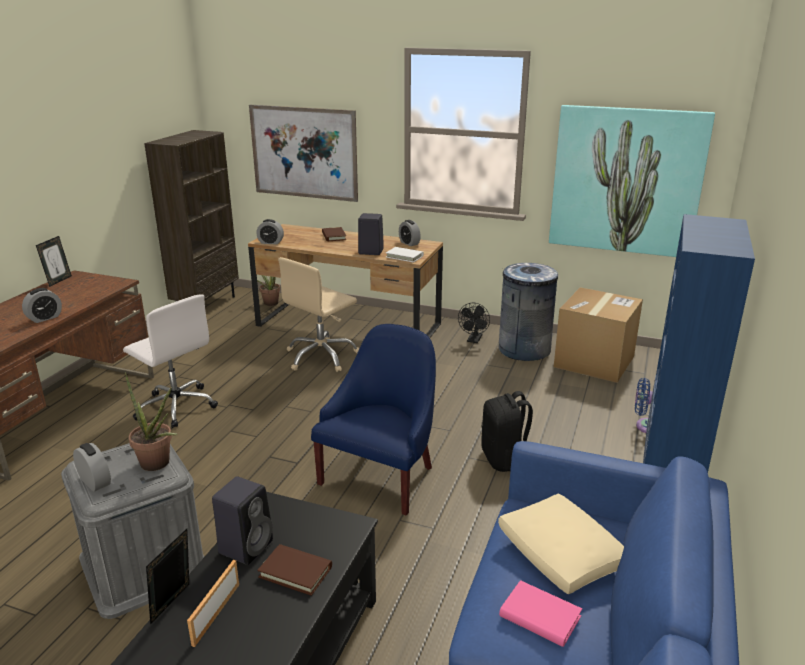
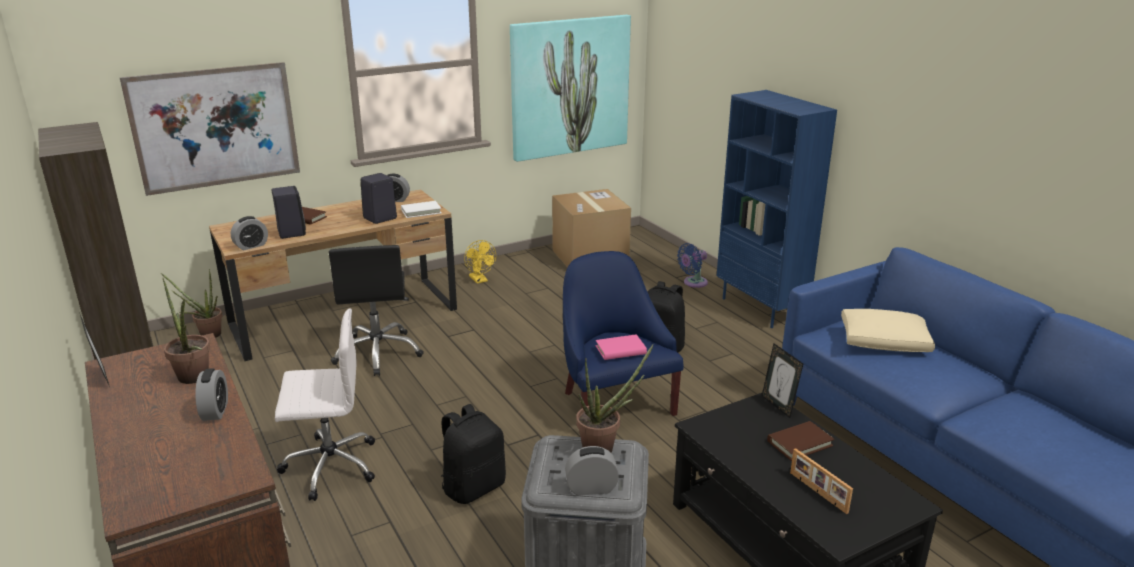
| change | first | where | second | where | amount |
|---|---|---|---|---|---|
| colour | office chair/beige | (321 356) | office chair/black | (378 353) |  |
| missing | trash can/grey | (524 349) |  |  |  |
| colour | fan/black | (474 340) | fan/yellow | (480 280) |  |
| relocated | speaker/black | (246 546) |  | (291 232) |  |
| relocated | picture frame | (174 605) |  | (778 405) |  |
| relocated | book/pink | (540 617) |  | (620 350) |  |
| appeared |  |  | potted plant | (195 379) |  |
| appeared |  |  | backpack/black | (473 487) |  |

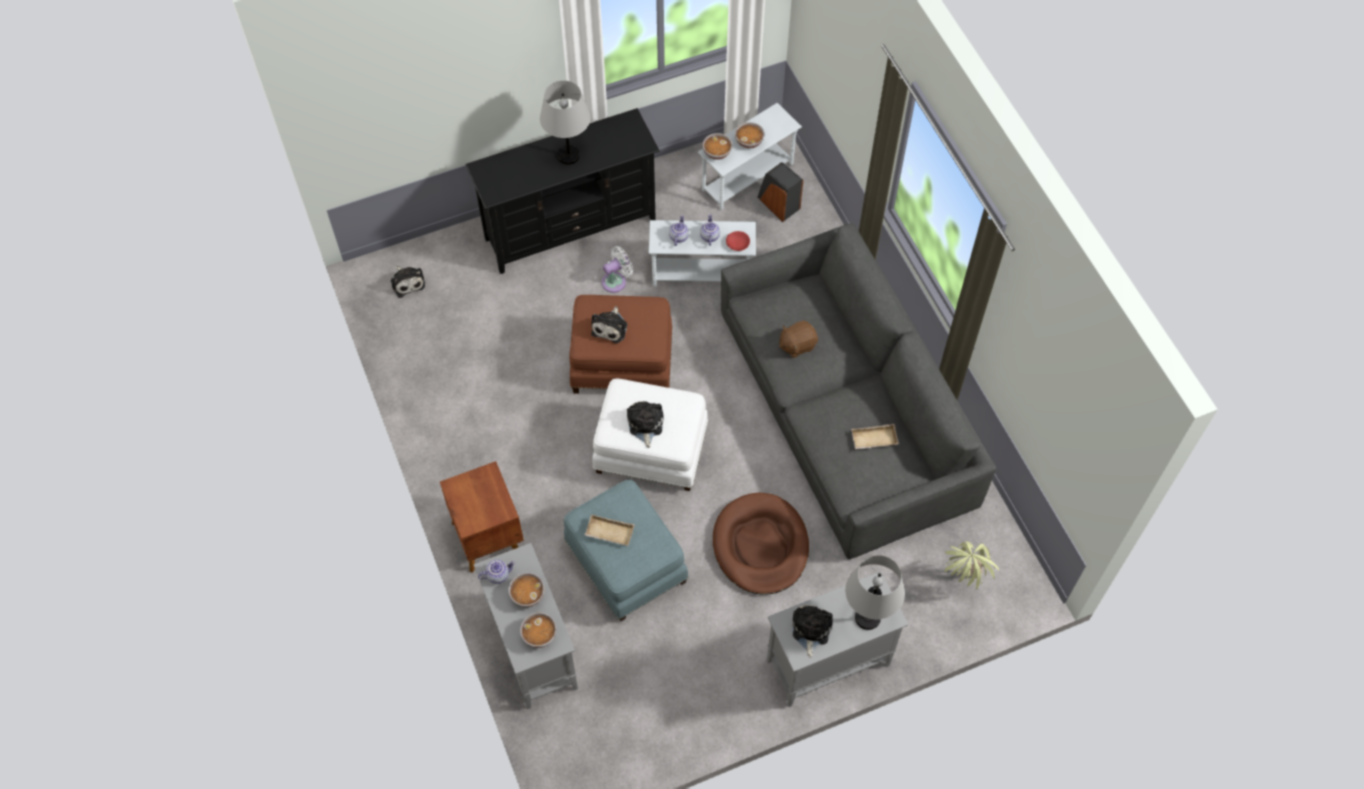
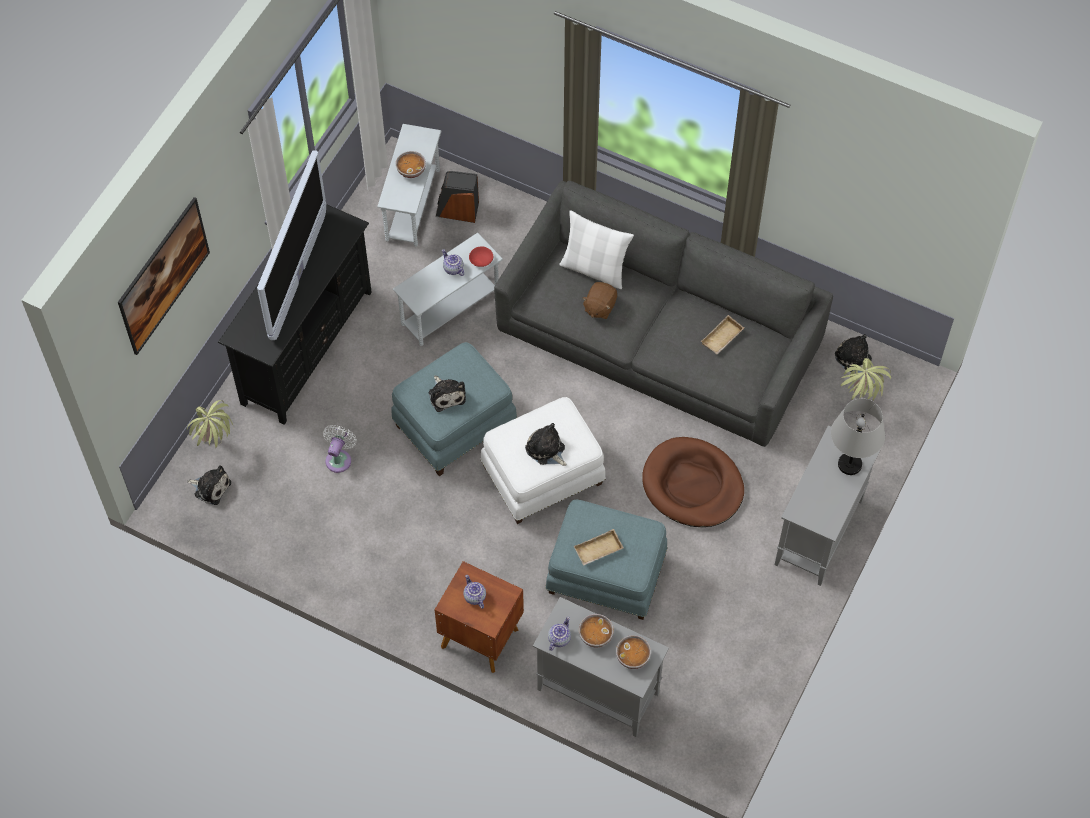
| change | first | where | second | where | amount |
|---|---|---|---|---|---|
| exchanged | table lamp/grey | (568 155) | television | (298 276) |  |
| missing | bowl | (717 152) |  |  |  |
| relocated | teapot | (678 236) |  | (474 597) |  |
| relocated | fan/white | (616 281) |  | (339 458) |  |
| colour | ottoman/brown | (622 362) | ottoman/blue | (454 424) |  |
| relocated | plush toy | (810 630) |  | (854 359) |  |
| appeared |  |  | picture | (167 289) |  |
| appeared |  |  | pillow/white | (594 269) |  |
| appeared |  |  | potted plant | (216 447) |  |

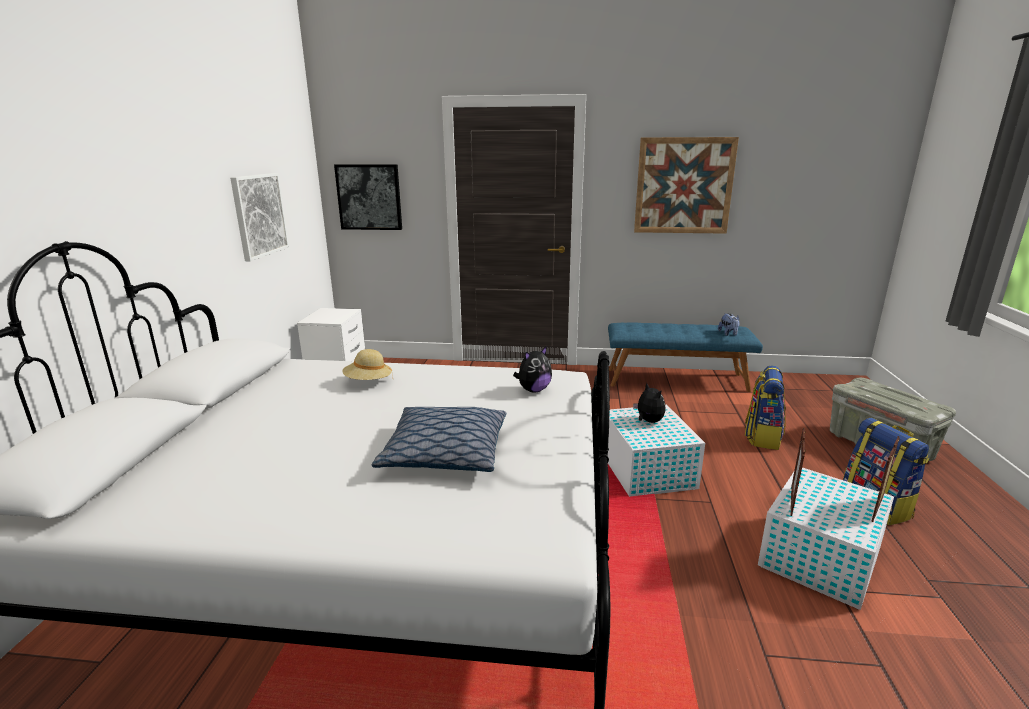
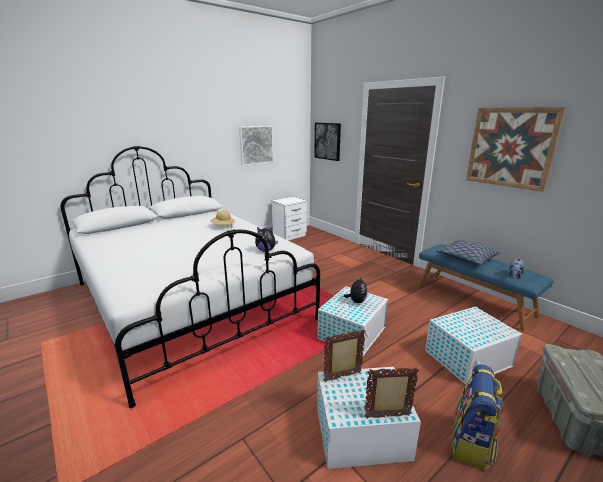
| change | first | where | second | where | amount |
|---|---|---|---|---|---|
| exchanged | backpack | (762 437) | storage box/white | (468 358) |  |
| relocated | pillow | (445 453) |  | (466 258) |  |

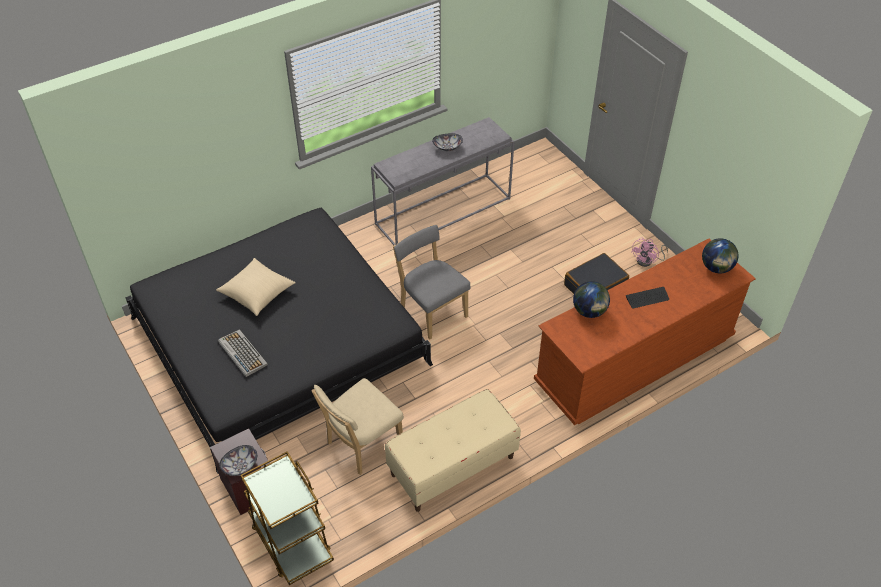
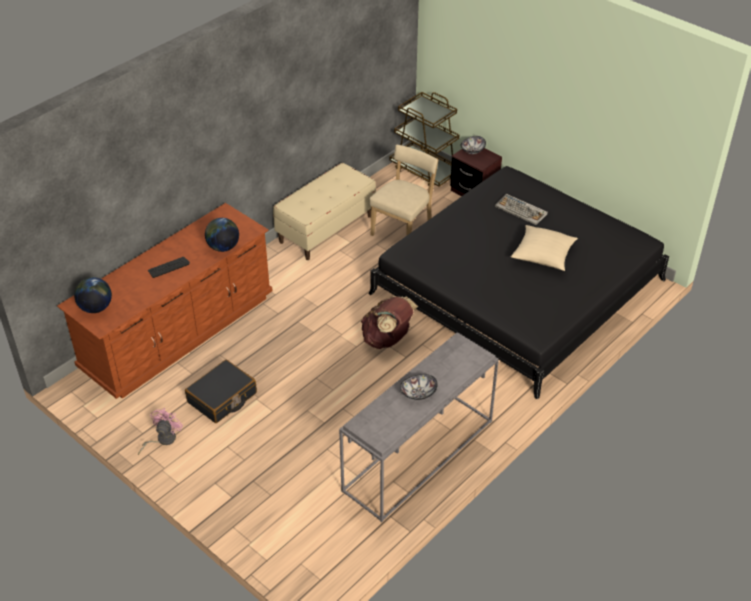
| change | first | where | second | where | amount |
|---|---|---|---|---|---|
| exchanged | chair/grey | (431 311) | backpack/brown | (387 339) |  |

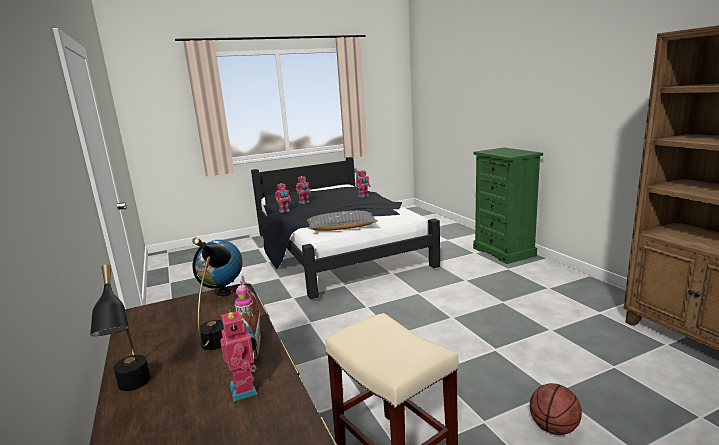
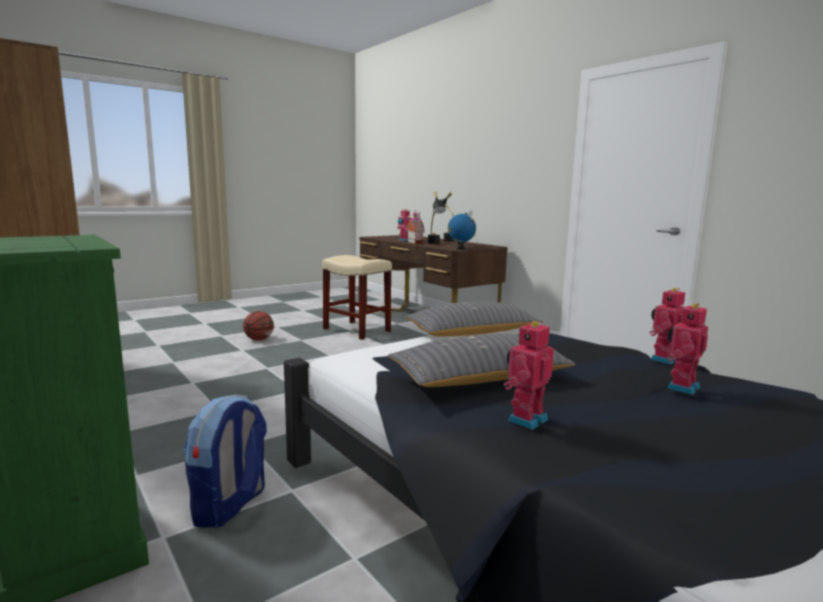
| change | first | where | second | where | amount |
|---|---|---|---|---|---|
| appeared |  |  | pillow/grey | (479 379) |  |
| appeared |  |  | backpack | (230 506) |  |

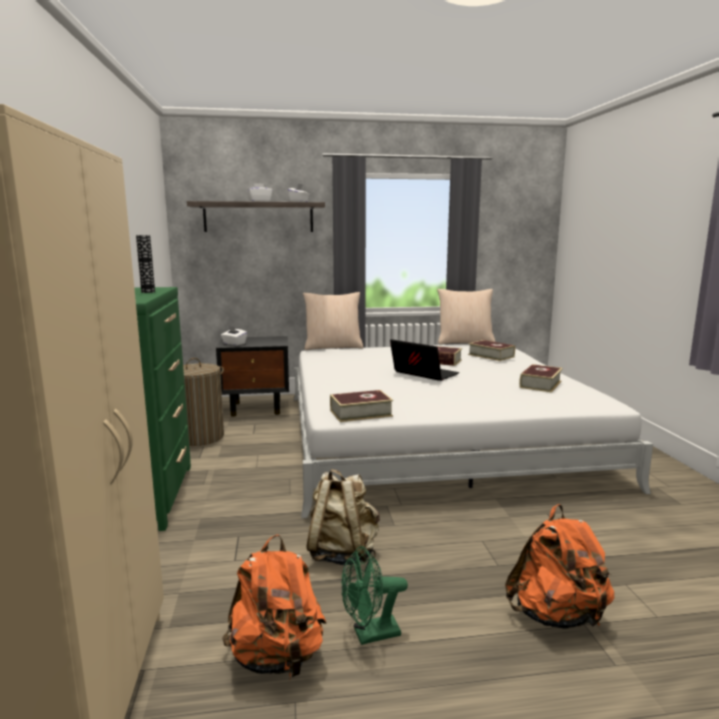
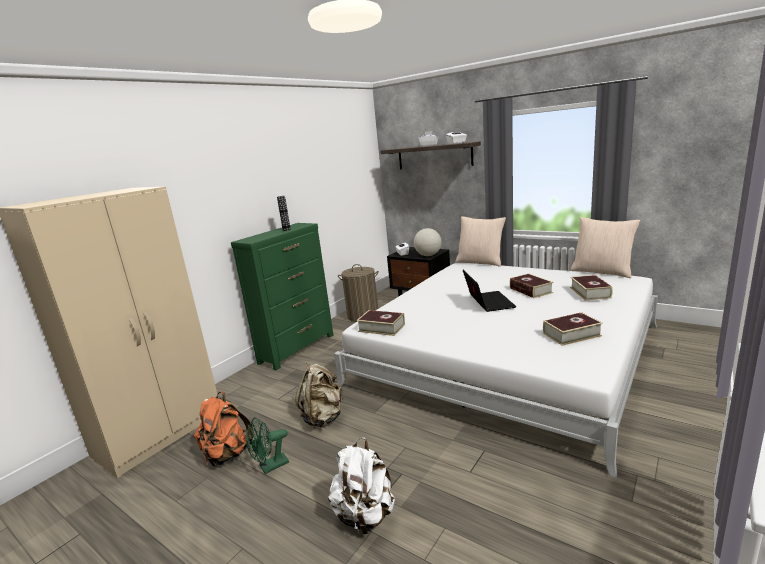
| change | first | where | second | where | amount |
|---|---|---|---|---|---|
| colour | backpack/orange | (556 615) | backpack/white | (365 516) |  |
| spun | fan/green | (370 634) |  | (270 467) | 60 degrees counterclockwise |
| appeared |  |  | globe | (428 255) |  |

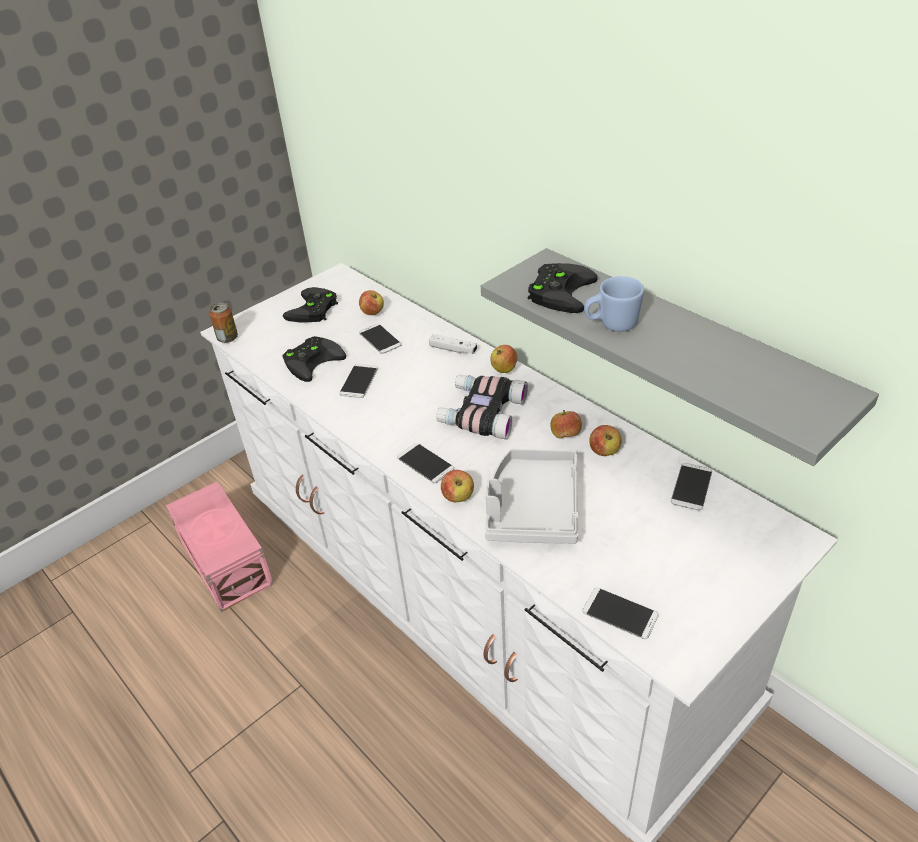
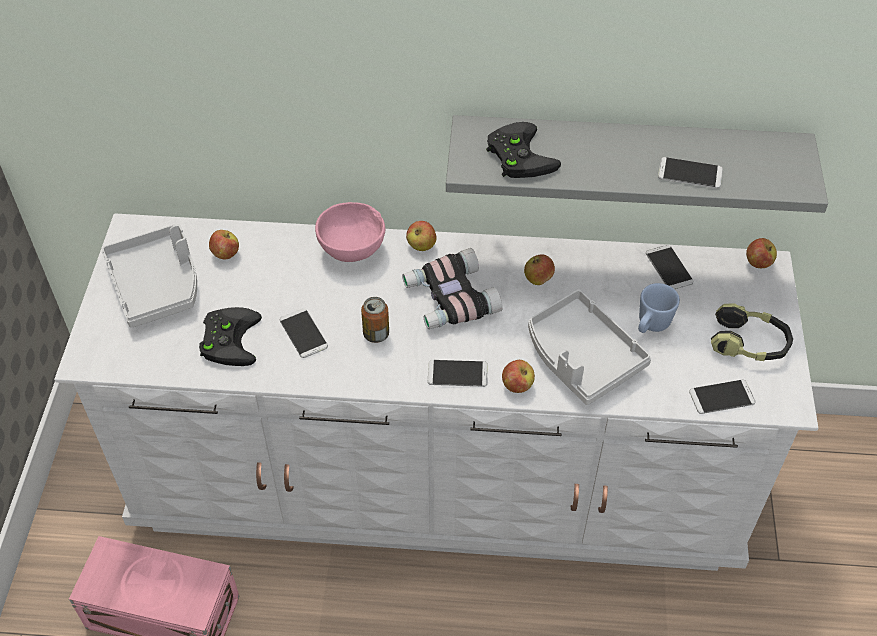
| change | first | where | second | where | amount |
|---|---|---|---|---|---|
| relocated | mug/blue | (611 325) |  | (651 326) |  |
| exchanged | game controller/black | (313 310) | tray/grey | (157 285) |  |
| relocated | can | (227 338) |  | (376 334) |  |
| relocated | phone | (380 339) |  | (690 173) |  |
| exchanged | game controller/white | (453 349) | bowl/pink | (353 250) |  |
| relocated | apple | (604 452) |  | (758 263) |  |
| appeared |  |  | headphones | (748 344) |  |

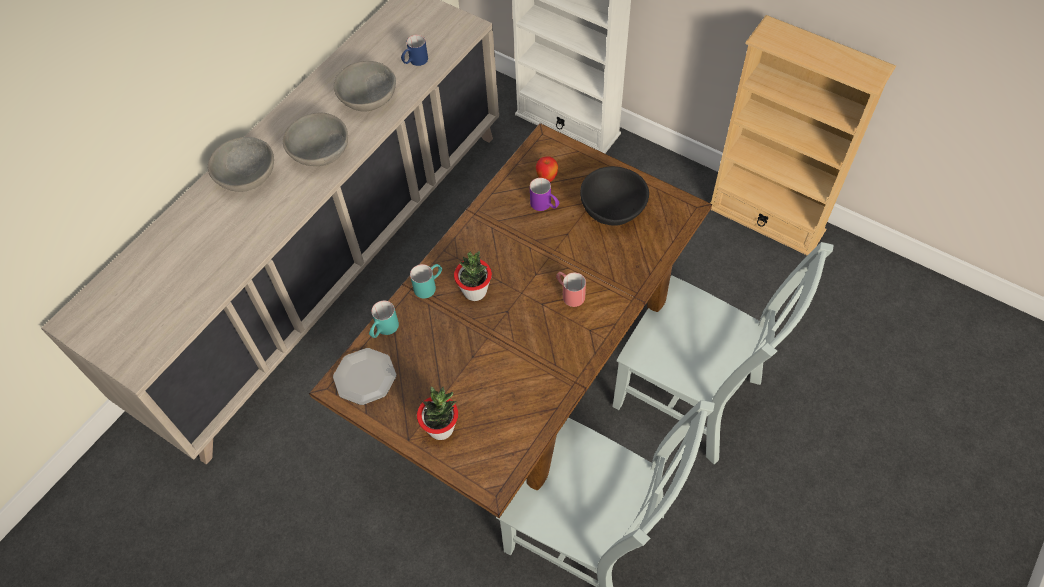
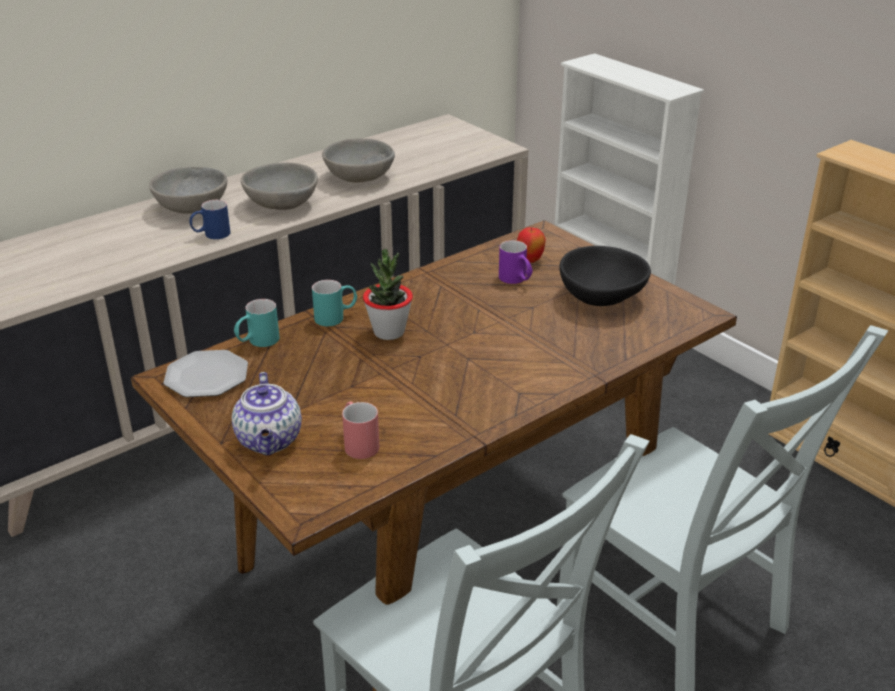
| change | first | where | second | where | amount |
|---|---|---|---|---|---|
| relocated | mug/blue | (415 62) |  | (211 235) |  |
| relocated | mug/red | (569 293) |  | (358 443) |  |
| exchanged | potted plant | (441 428) | teapot | (270 441) |  |

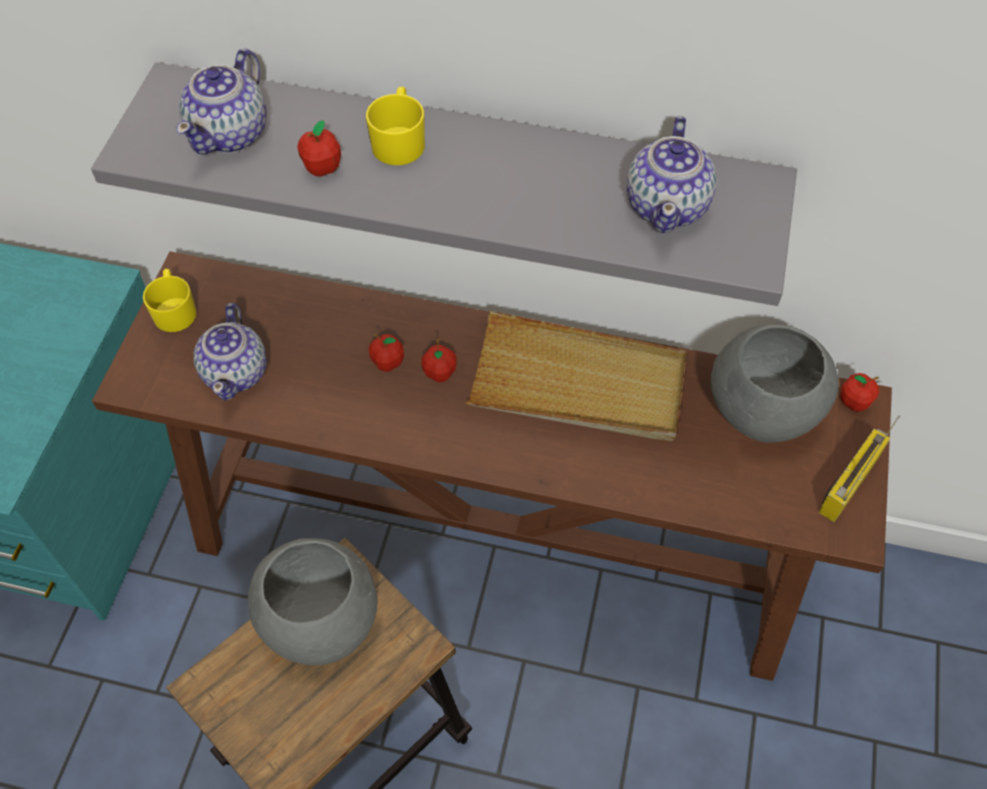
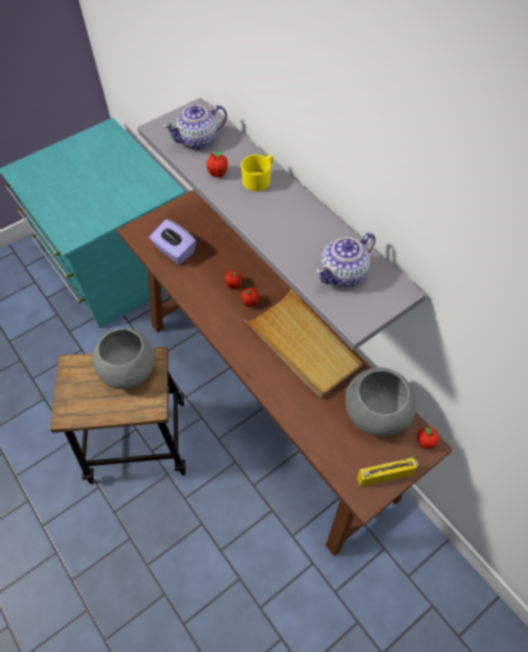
| change | first | where | second | where | amount |
|---|---|---|---|---|---|
| missing | mug/yellow | (175 310) |  |  |  |
| exchanged | teapot | (236 372) | tissue box/purple | (174 251) |  |

